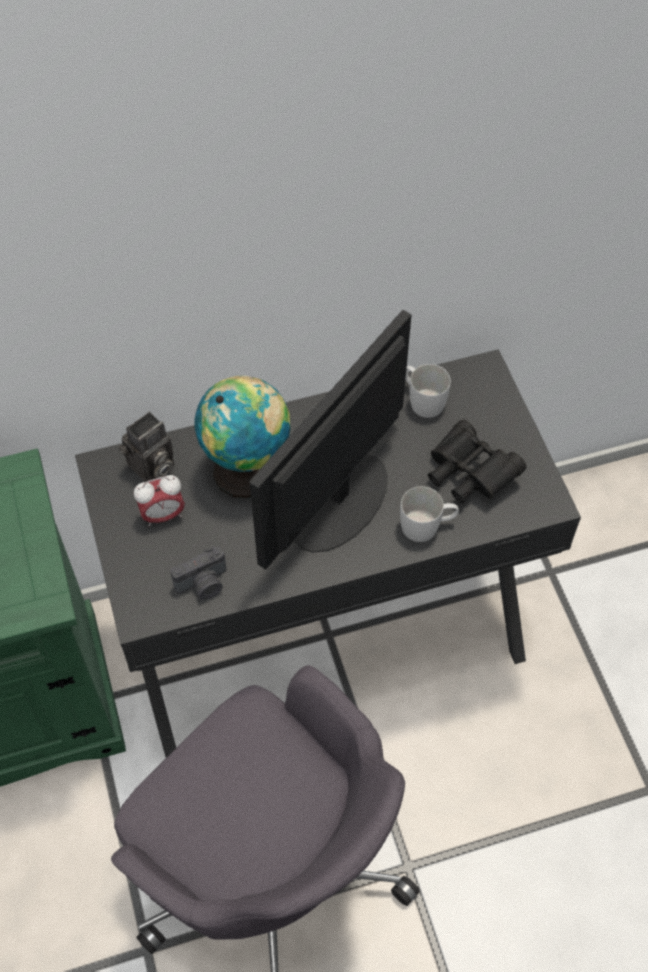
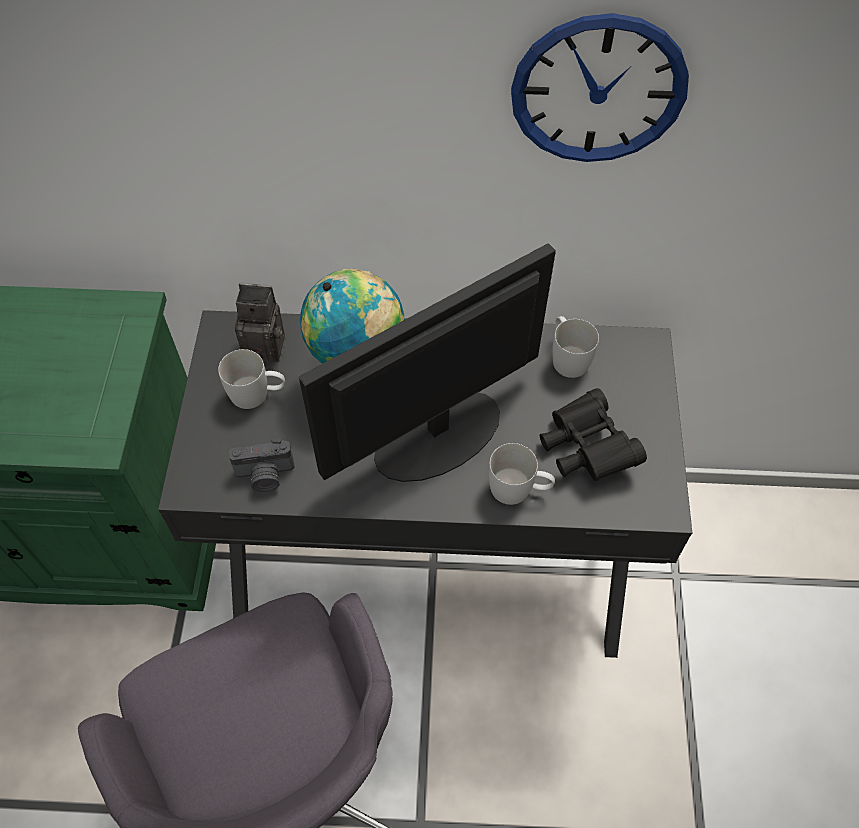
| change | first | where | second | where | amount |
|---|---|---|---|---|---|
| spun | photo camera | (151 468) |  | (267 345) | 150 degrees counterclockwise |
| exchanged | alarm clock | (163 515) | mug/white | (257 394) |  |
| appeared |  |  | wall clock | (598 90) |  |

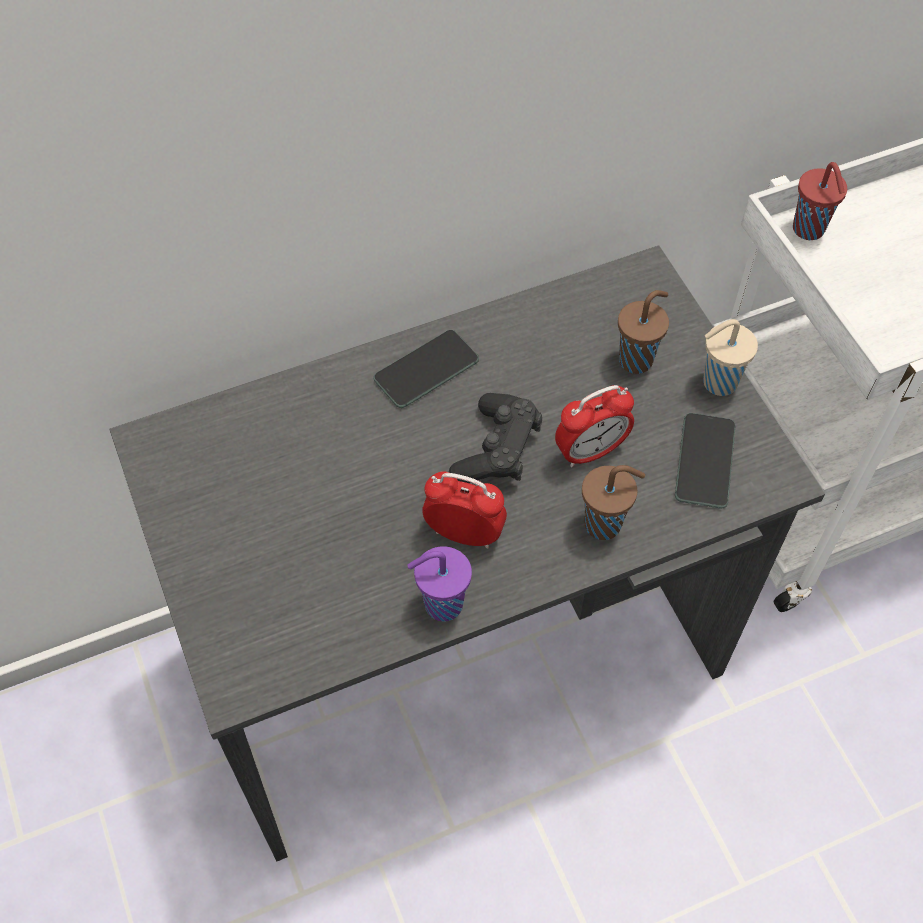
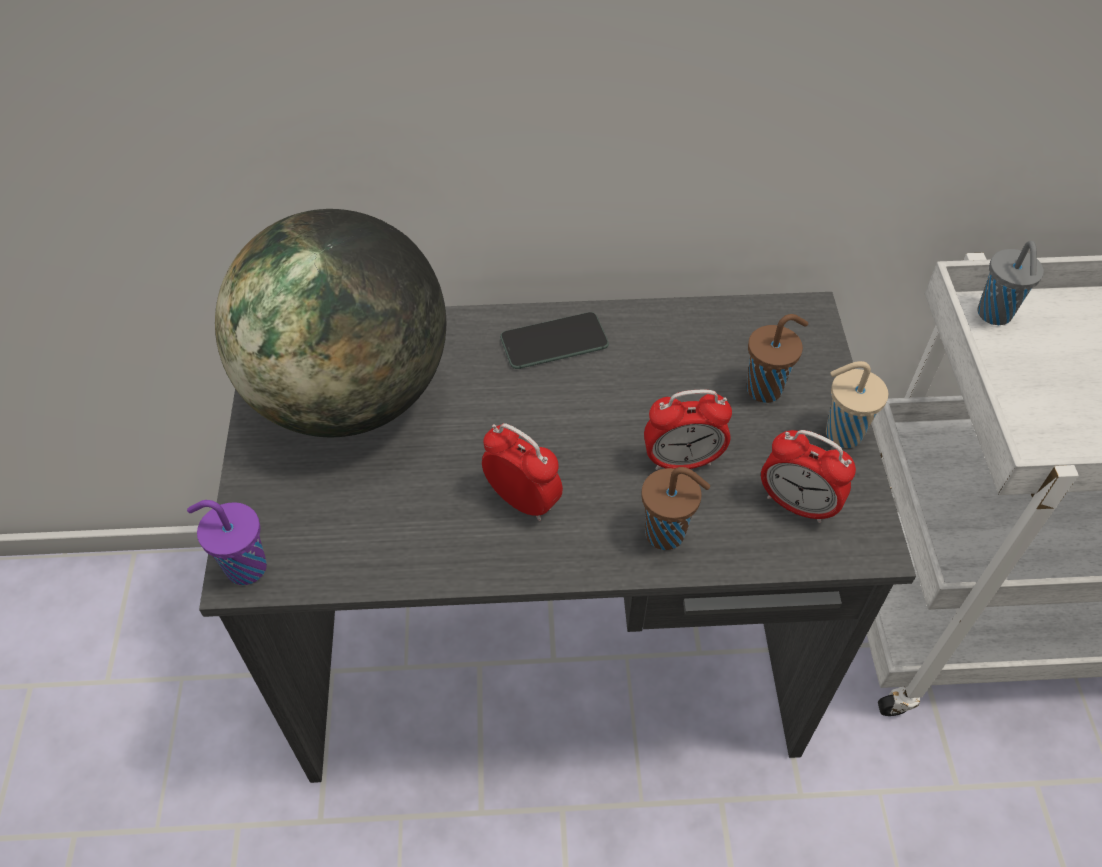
| change | first | where | second | where | amount |
|---|---|---|---|---|---|
| colour | cup/red | (809 230) | cup/grey | (995 315) |  |
| missing | game controller/black | (497 451) |  |  |  |
| exchanged | phone | (705 461) | alarm clock | (797 504) |  |
| relocated | cup/purple | (441 605) |  | (243 567) |  |
| appeared |  |  | globe | (350 396) |  |

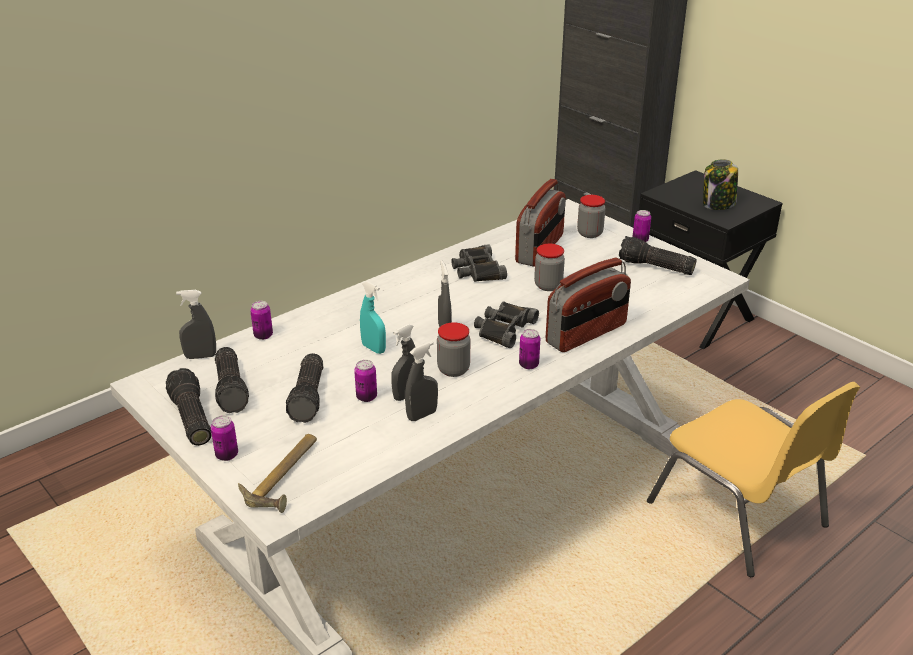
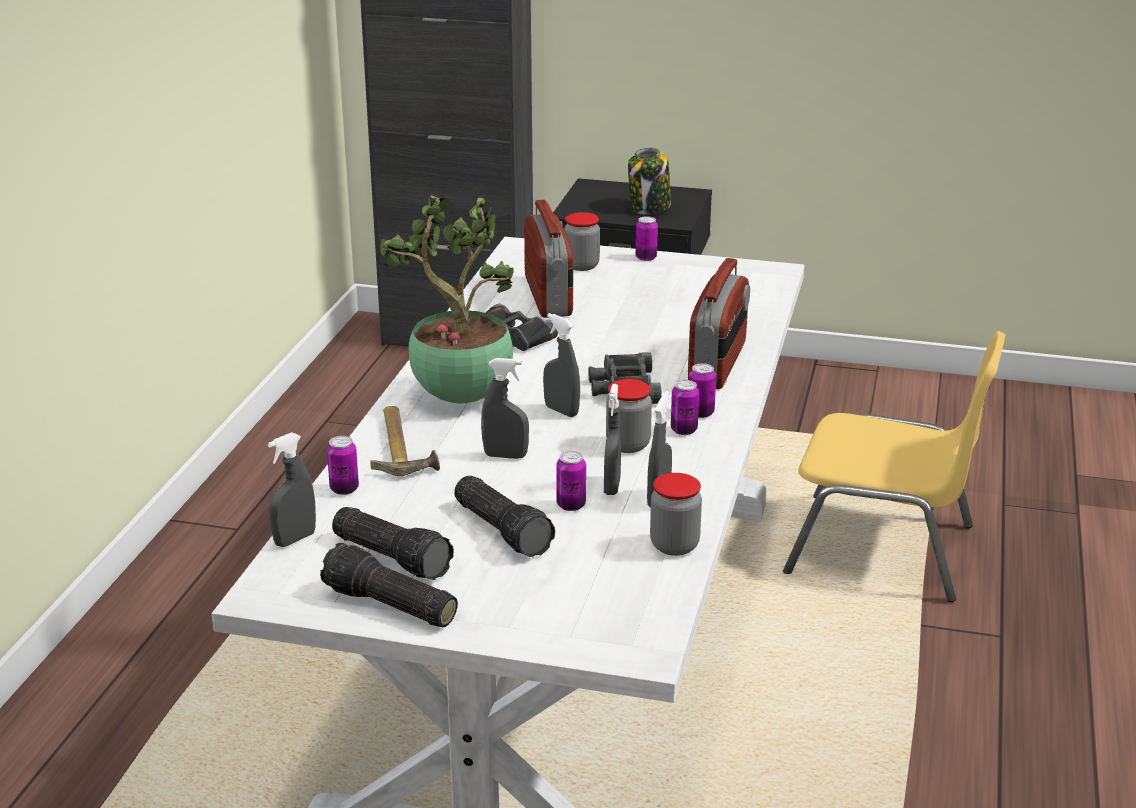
| change | first | where | second | where | amount |
|---|---|---|---|---|---|
| missing | flashlight | (655 267) |  |  |  |
| relocated | jar | (548 286) |  | (674 545) |  |
| colour | spray bottle/turquoise | (373 348) | spray bottle/grey | (505 456) |  |
| relocated | can | (227 455) |  | (684 430) |  |
| relocated | hammer | (287 476) |  | (403 447) |  |
| appeared |  |  | potted plant | (459 398) |  |

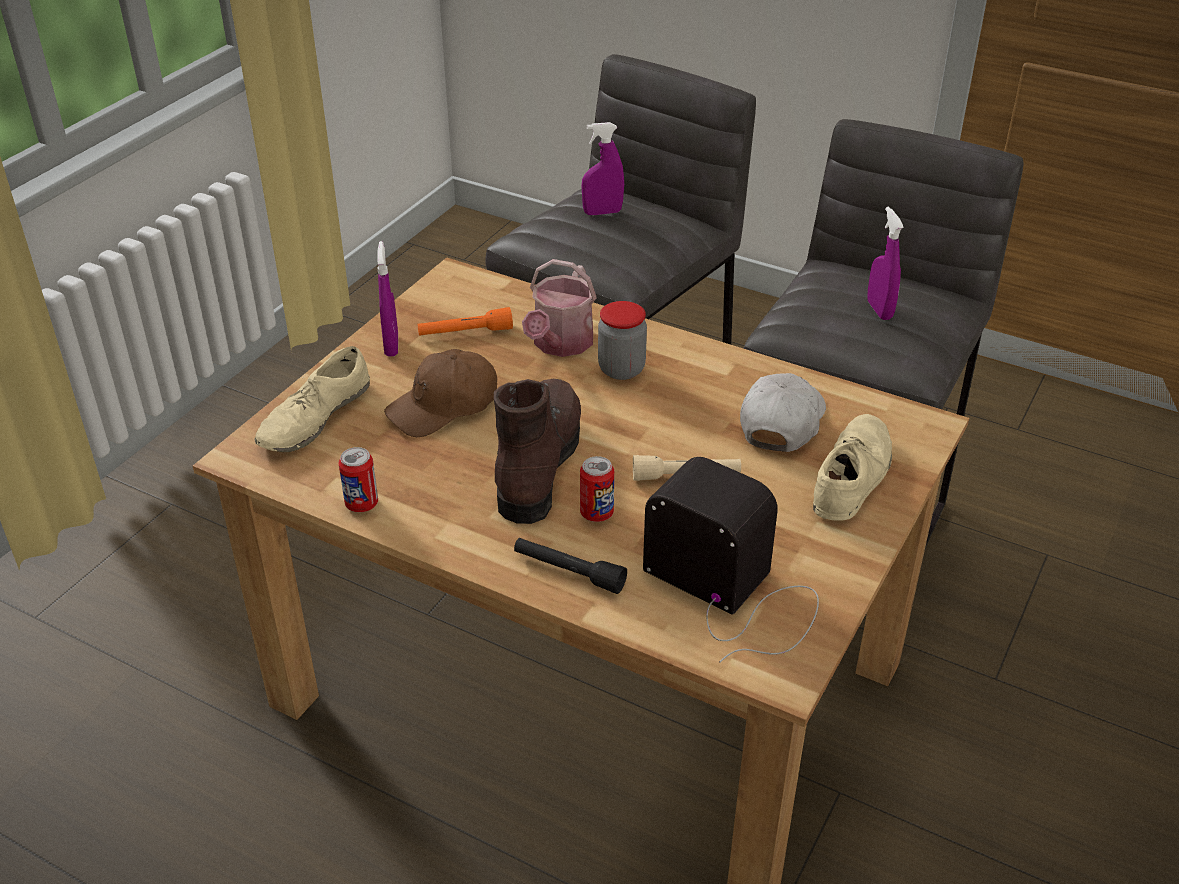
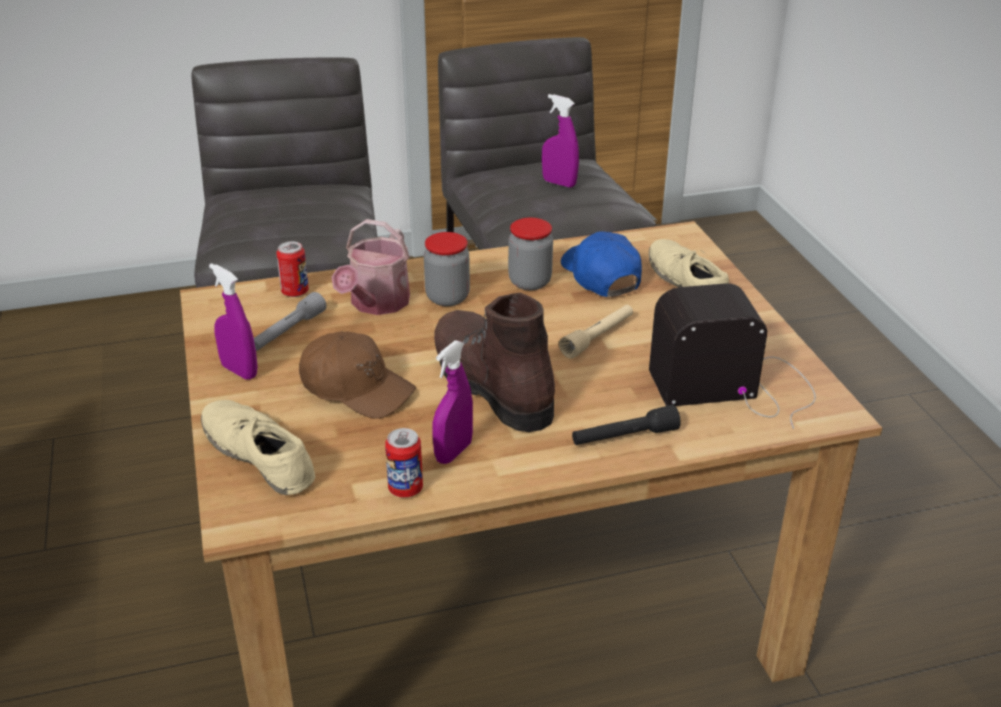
| change | first | where | second | where | amount |
|---|---|---|---|---|---|
| relocated | spray bottle/purple | (602 212) |  | (453 452) |  |
| spun | watering can | (560 344) |  | (376 304) | 45 degrees clockwise |
| colour | flashlight/orange | (465 333) | flashlight/grey | (288 332) |  |
| spun | shoe/beige | (314 417) |  | (259 455) | 150 degrees clockwise |
| spun | cap/brown | (444 406) |  | (356 388) | 75 degrees counterclockwise |
| colour | cap/white | (781 422) | cap/blue | (600 276) |  |
| relocated | can | (596 513) |  | (295 292) |  |
| appeared |  |  | jar | (529 282) |  |

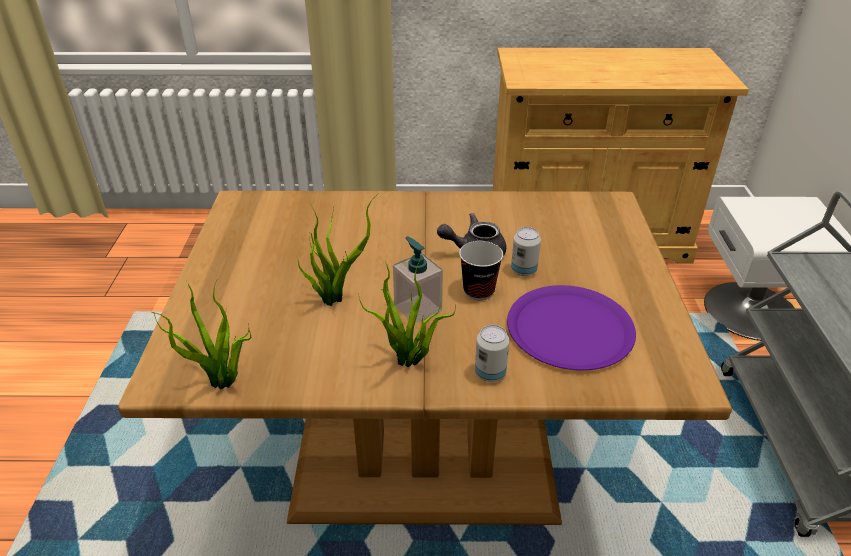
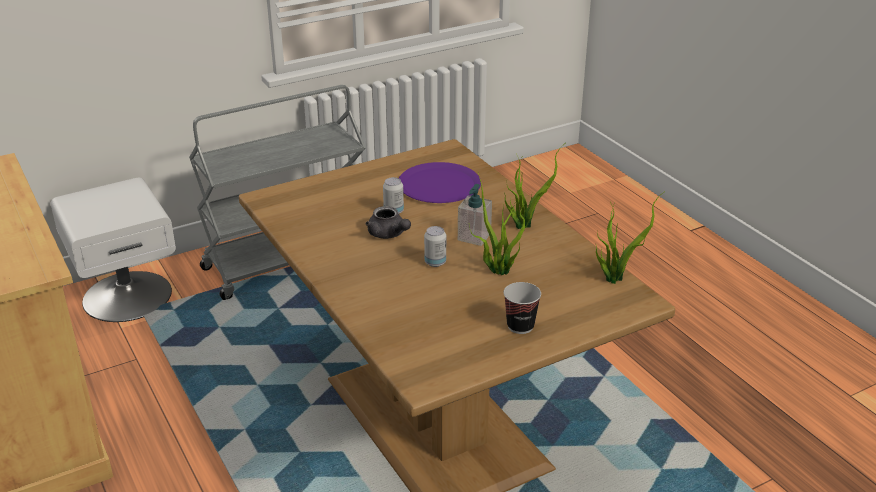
| change | first | where | second | where | amount |
|---|---|---|---|---|---|
| relocated | cup | (478 291) |  | (520 326) |  |
| relocated | can | (490 373) |  | (435 262) |  |

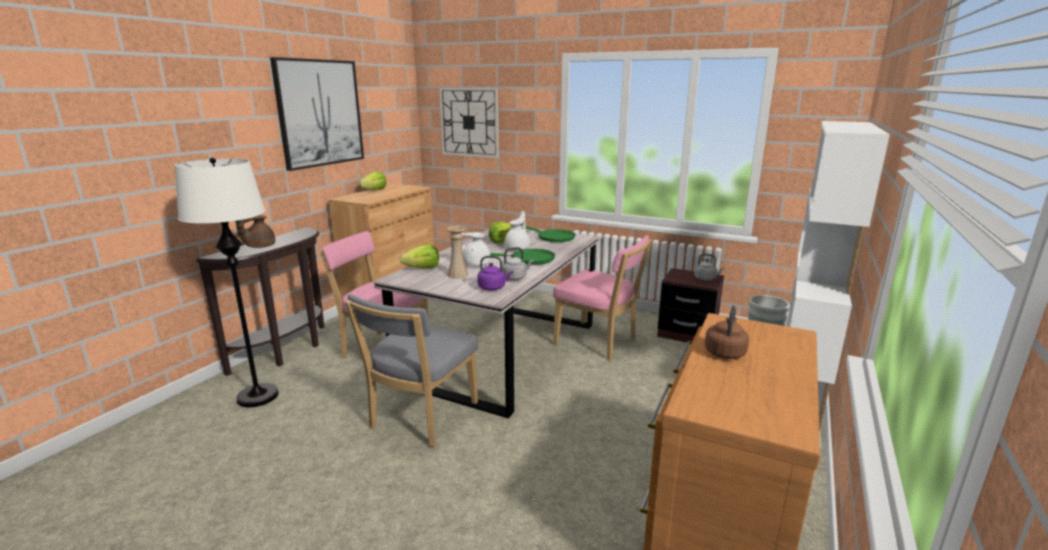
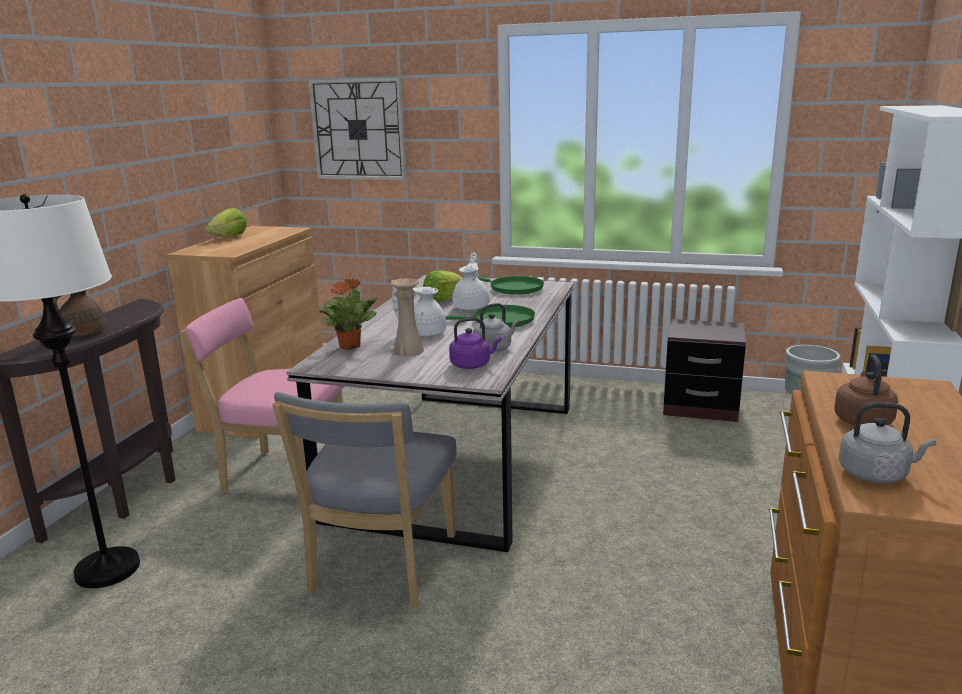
| change | first | where | second | where | amount |
|---|---|---|---|---|---|
| missing | picture | (320 113) |  |  |  |
| missing | chair/pink | (598 342) |  |  |  |
| exchanged | lettuce | (423 268) | potted plant | (350 346) |  |
| relocated | kettle/grey | (706 279) |  | (876 474) |  |

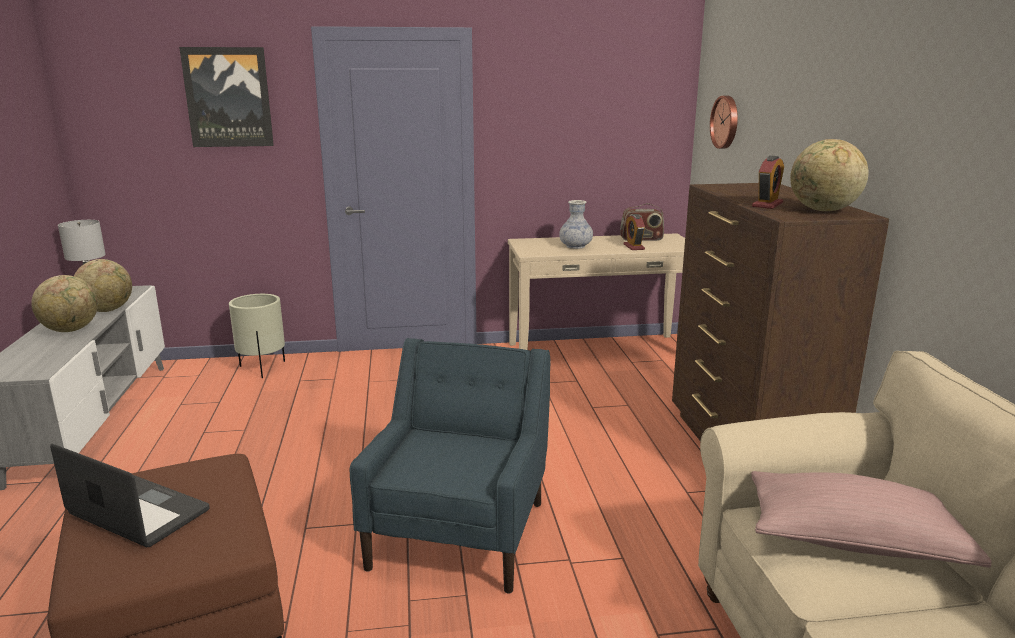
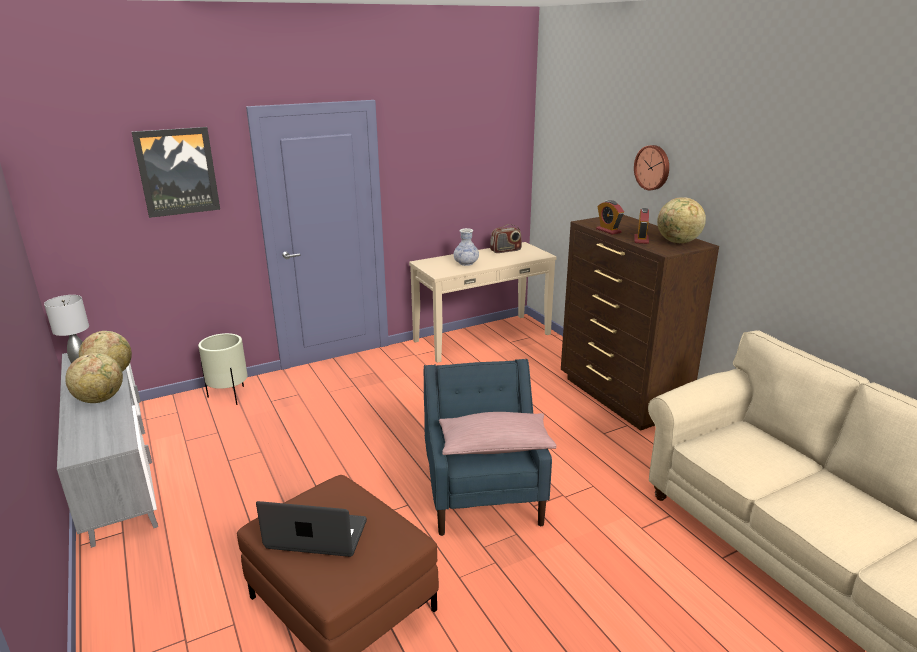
| change | first | where | second | where | amount |
|---|---|---|---|---|---|
| relocated | wall clock | (726 122) |  | (653 167) |  |
| relocated | alarm clock | (634 247) |  | (608 231) |  |
| relocated | pillow/pink | (854 540) |  | (495 447) |  |

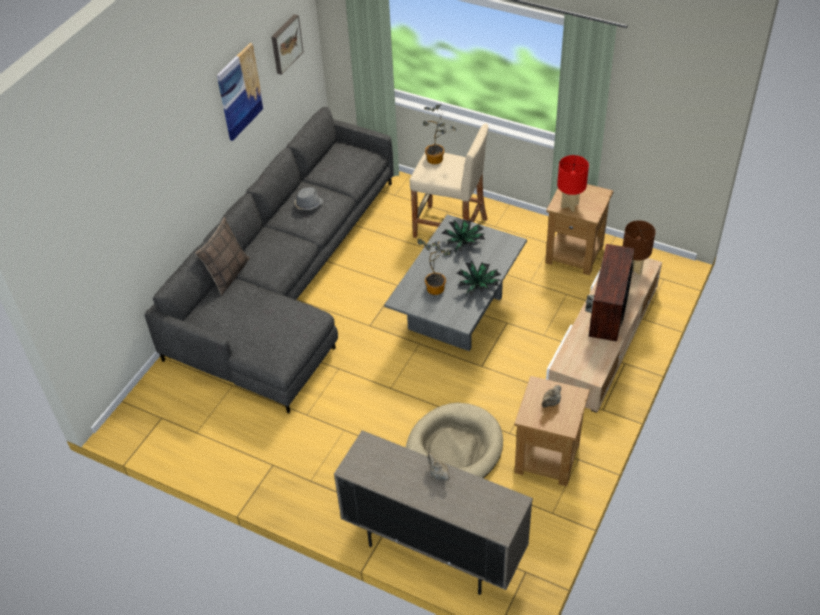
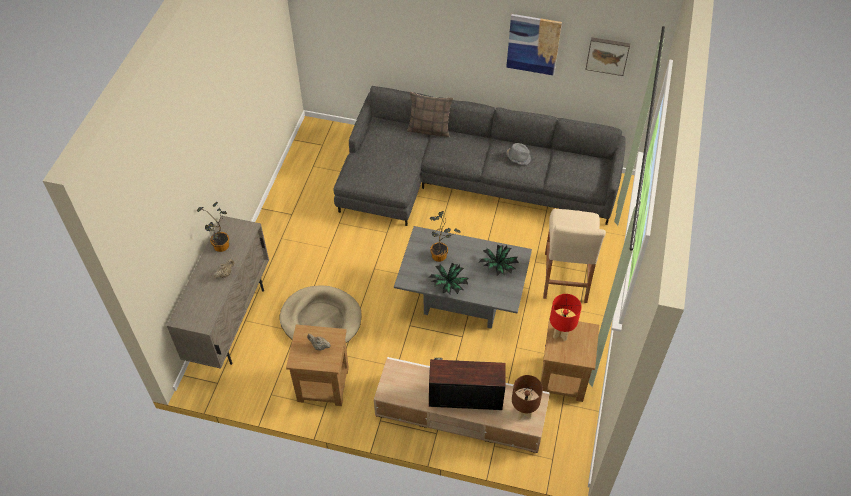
| change | first | where | second | where | amount |
|---|---|---|---|---|---|
| relocated | potted plant | (437 159) |  | (221 248) |  |

